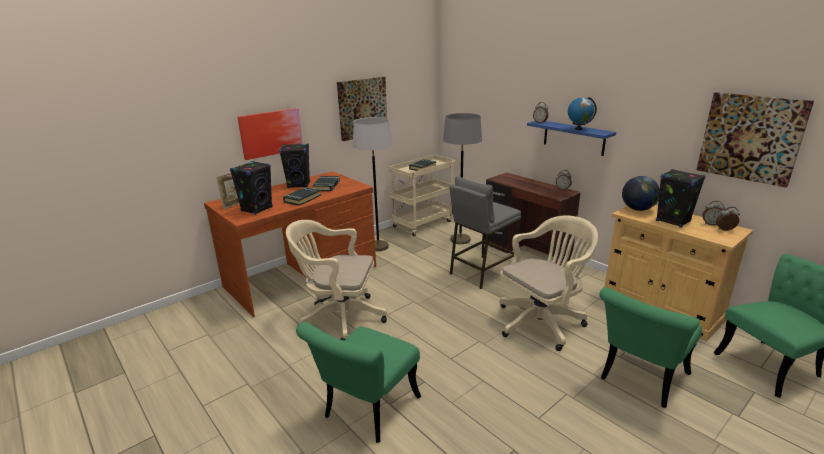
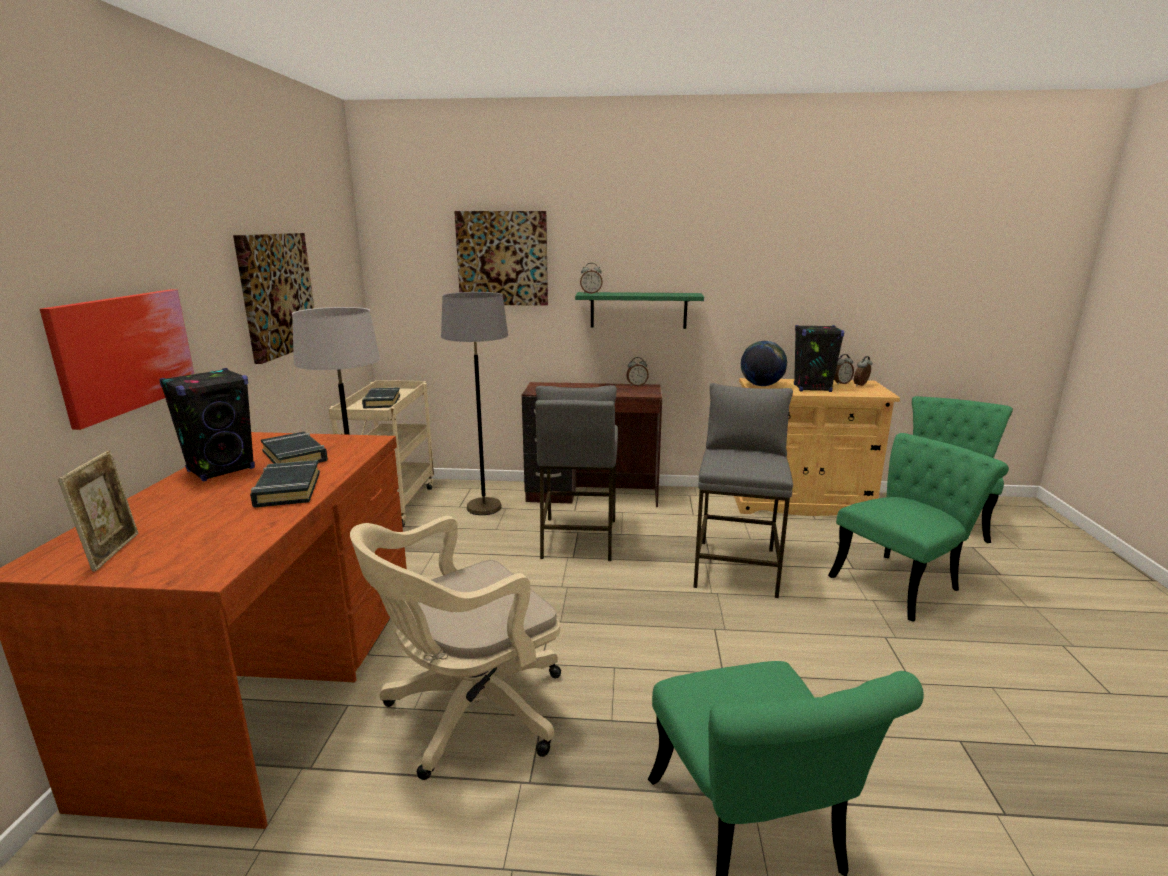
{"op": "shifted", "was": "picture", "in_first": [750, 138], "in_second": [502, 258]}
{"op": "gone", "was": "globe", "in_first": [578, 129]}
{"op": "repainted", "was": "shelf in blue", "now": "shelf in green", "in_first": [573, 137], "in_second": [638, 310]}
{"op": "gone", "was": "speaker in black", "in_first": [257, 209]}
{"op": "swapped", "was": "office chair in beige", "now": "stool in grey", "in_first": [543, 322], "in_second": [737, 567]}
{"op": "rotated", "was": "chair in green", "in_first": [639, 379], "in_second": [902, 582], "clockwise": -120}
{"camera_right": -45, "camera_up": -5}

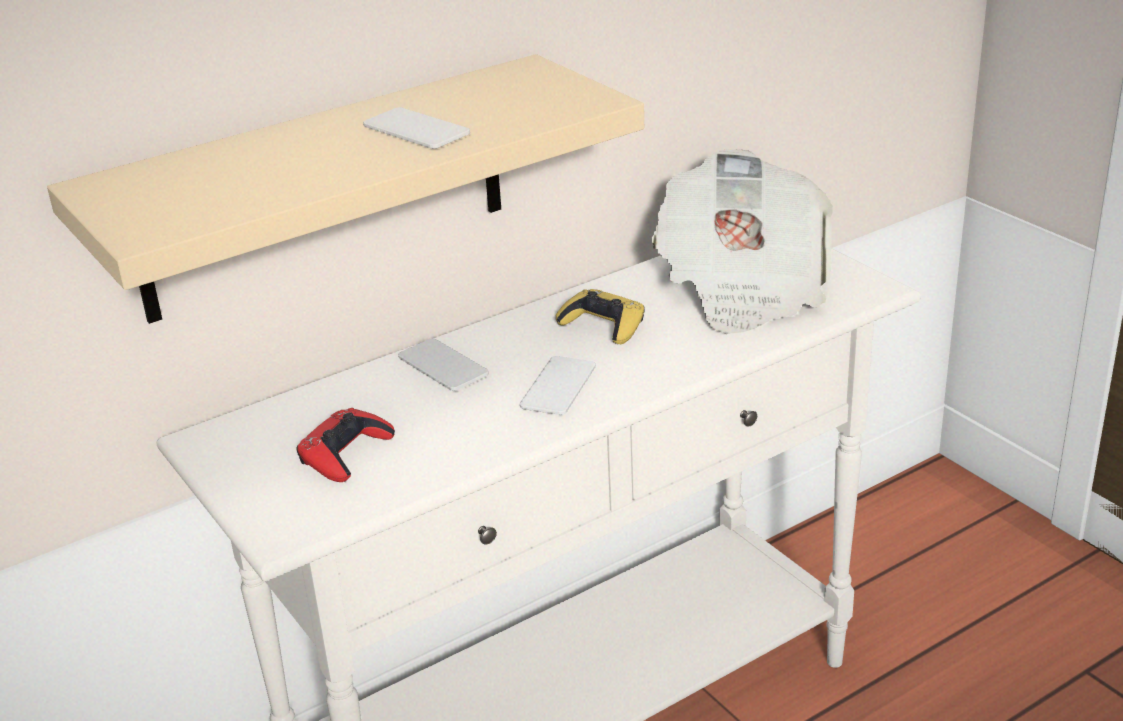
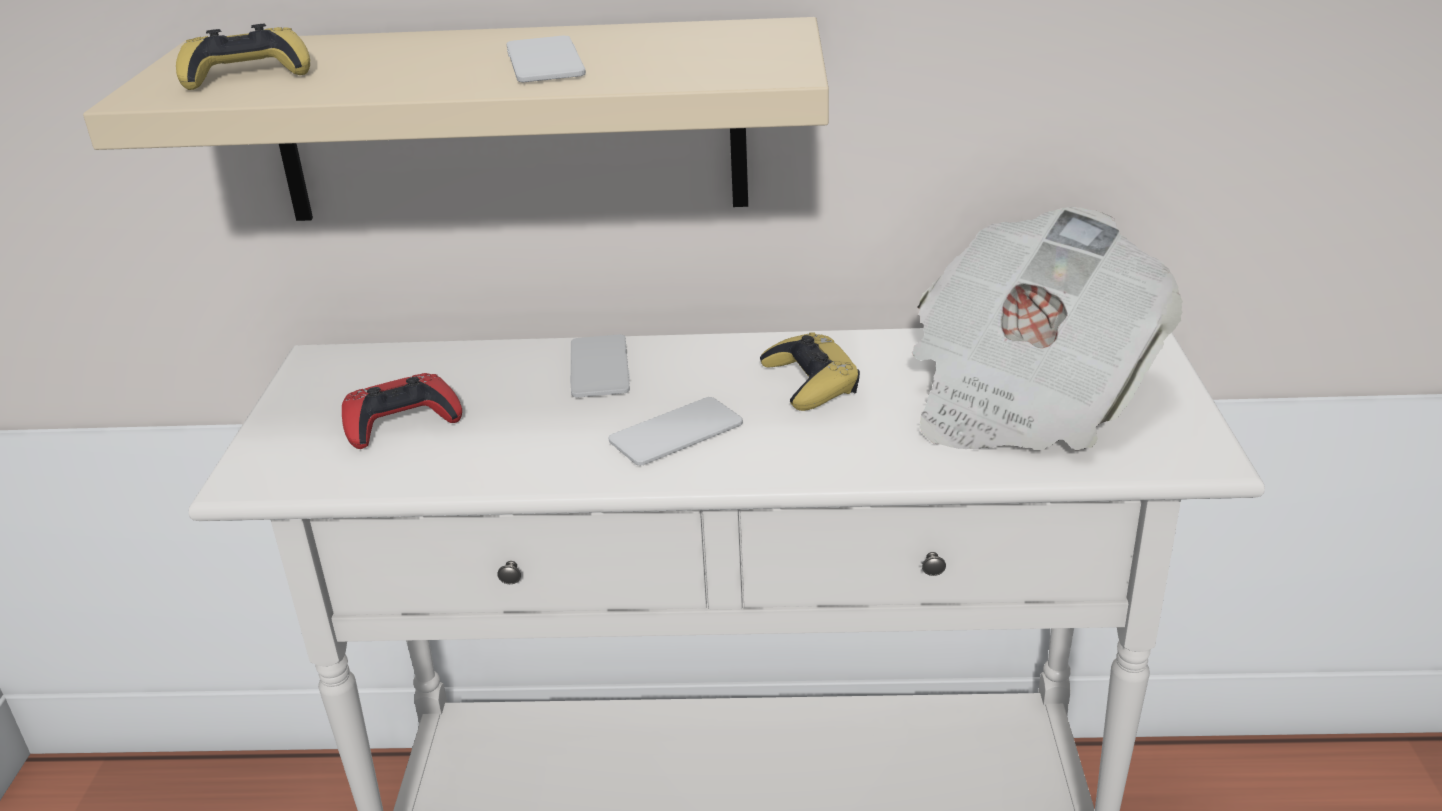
{"op": "new", "now": "game controller in yellow", "in_second": [246, 74]}
{"camera_right": 35, "camera_up": 0}

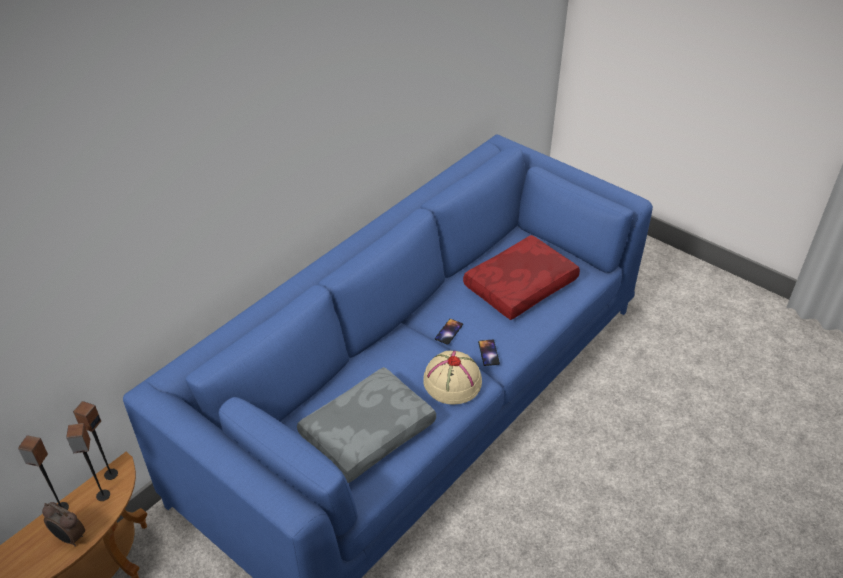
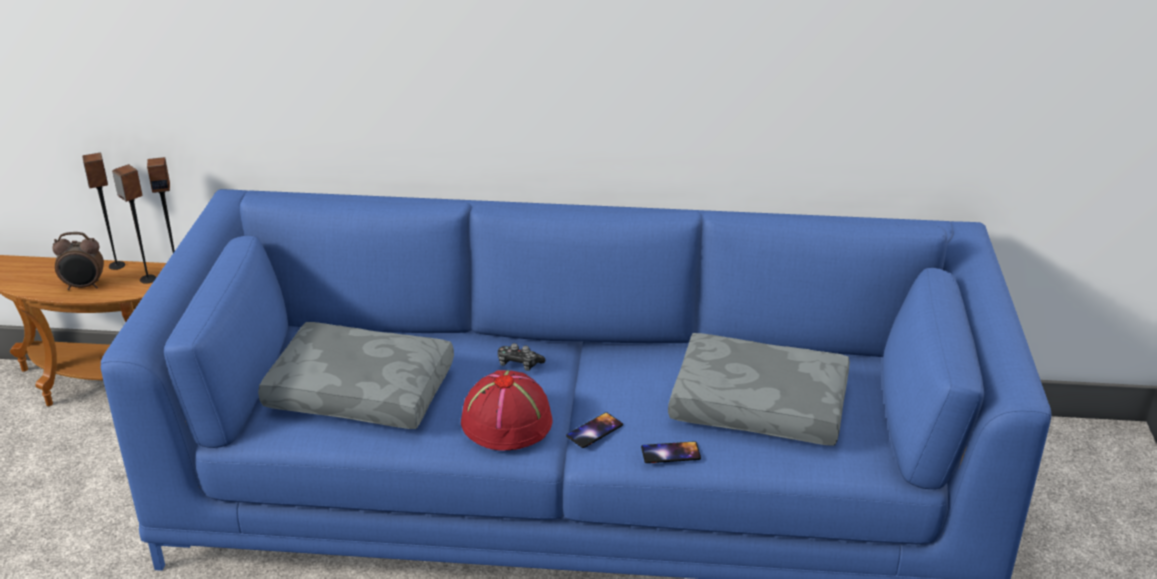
{"op": "repainted", "was": "pillow in red", "now": "pillow in grey", "in_first": [521, 287], "in_second": [756, 407]}
{"op": "shifted", "was": "phone", "in_first": [448, 332], "in_second": [670, 453]}
{"op": "repainted", "was": "hat in beige", "now": "hat in red", "in_first": [451, 382], "in_second": [507, 421]}
{"op": "rotated", "was": "alarm clock", "in_first": [70, 538], "in_second": [84, 286], "clockwise": -90}
{"op": "new", "now": "game controller", "in_second": [519, 364]}
{"camera_right": 55, "camera_up": -10}

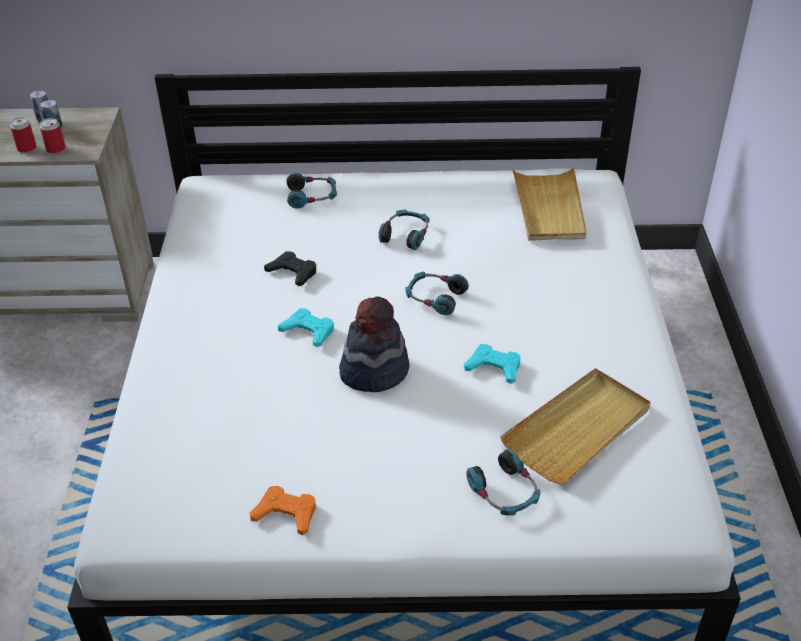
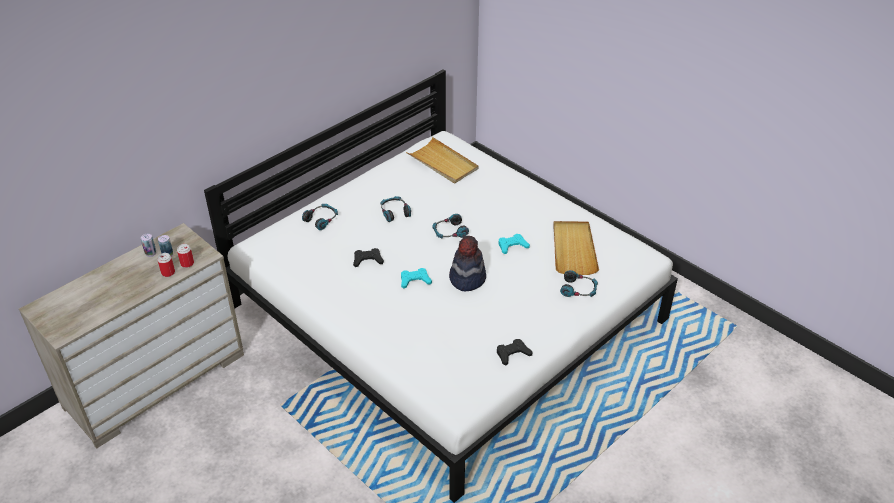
{"op": "repainted", "was": "game controller in orange", "now": "game controller in black", "in_first": [286, 514], "in_second": [512, 354]}
{"camera_right": -45, "camera_up": 0}

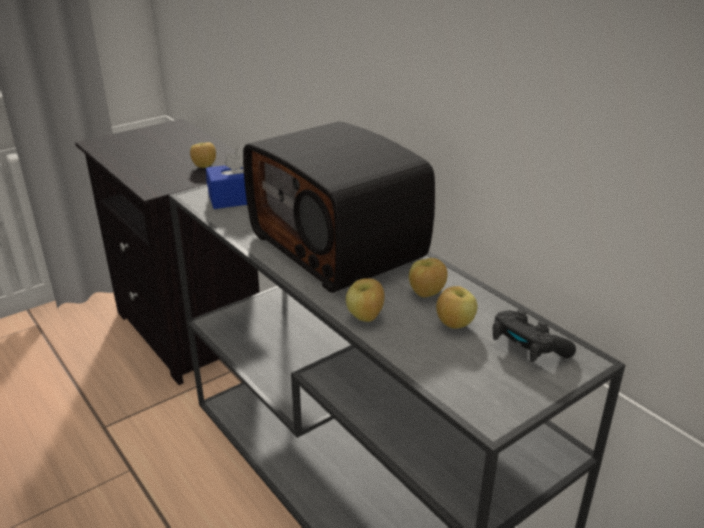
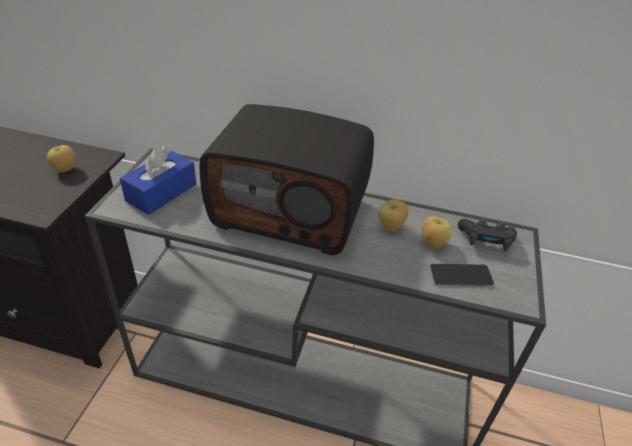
{"op": "gone", "was": "apple", "in_first": [365, 317]}
{"op": "new", "now": "phone", "in_second": [461, 276]}
{"camera_right": -40, "camera_up": 10}

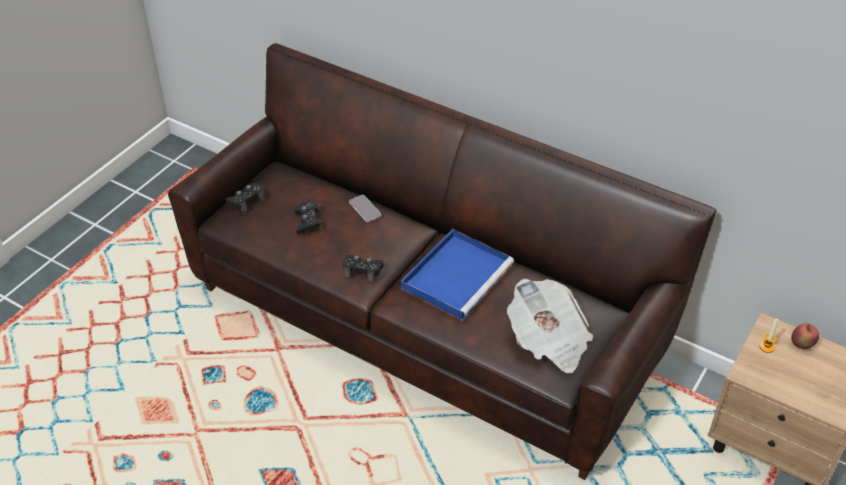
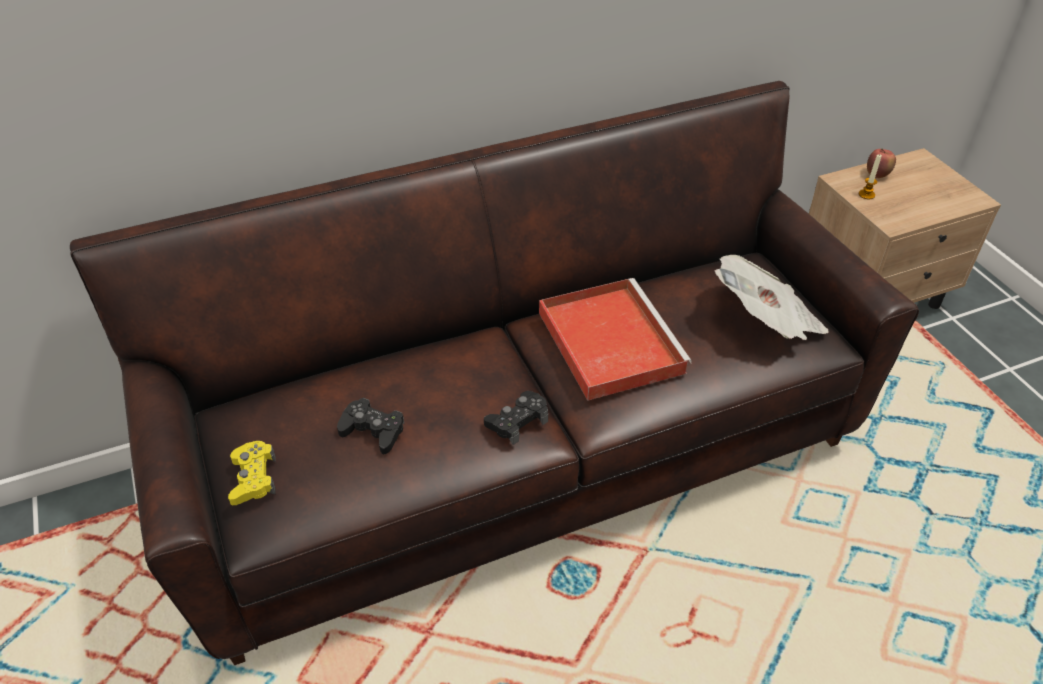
{"op": "repainted", "was": "game controller in black", "now": "game controller in yellow", "in_first": [246, 200], "in_second": [253, 478]}
{"op": "gone", "was": "phone", "in_first": [365, 209]}
{"op": "repainted", "was": "tray in blue", "now": "tray in red", "in_first": [457, 276], "in_second": [608, 340]}
{"camera_right": -55, "camera_up": 0}

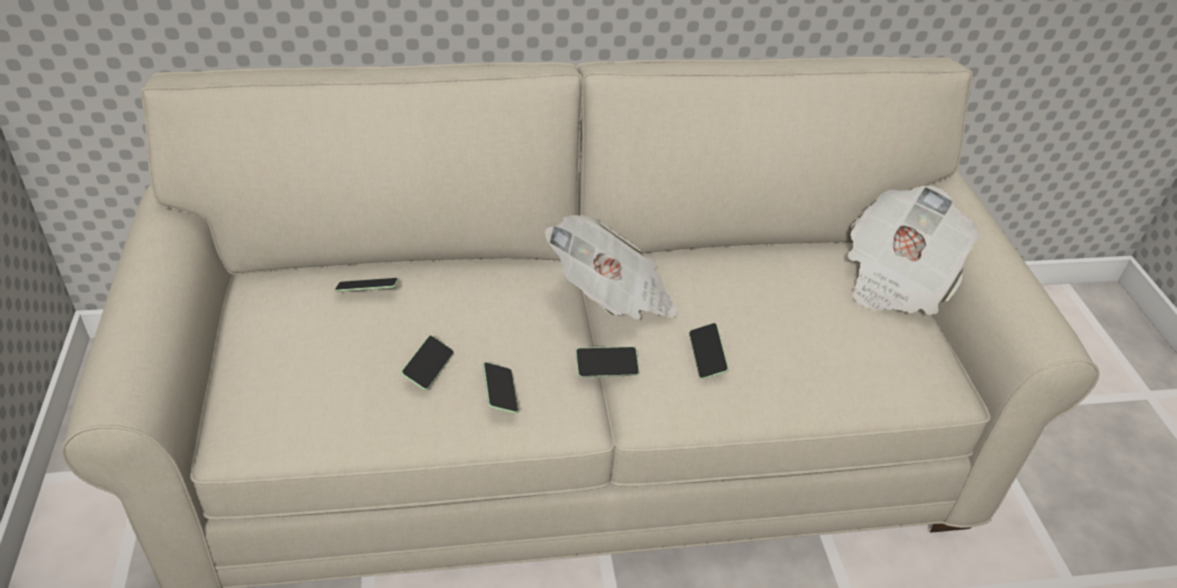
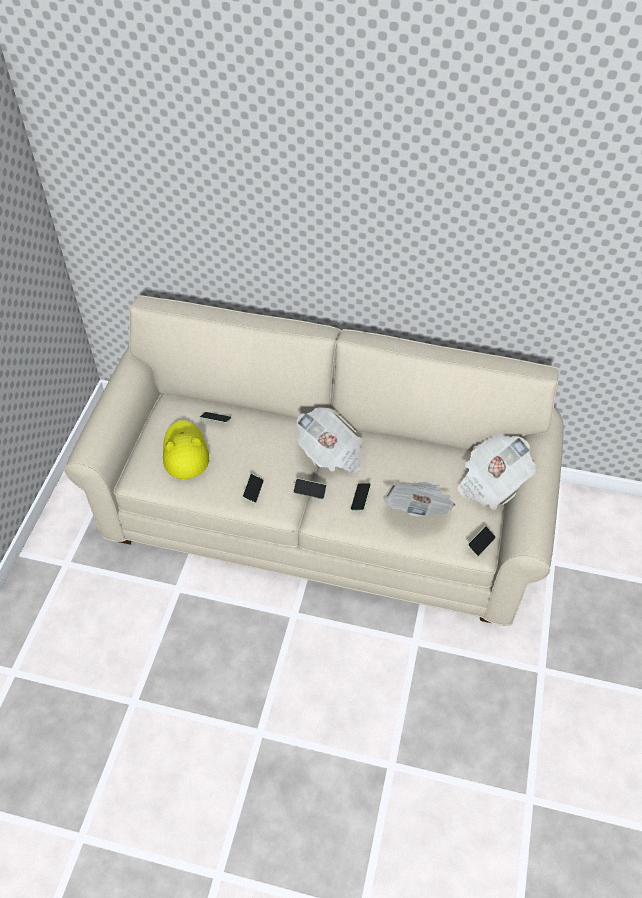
{"op": "shifted", "was": "phone", "in_first": [428, 369], "in_second": [480, 543]}
{"op": "new", "now": "hat in yellow", "in_second": [184, 452]}
{"op": "new", "now": "newspaper", "in_second": [418, 508]}
{"camera_right": 25, "camera_up": 10}

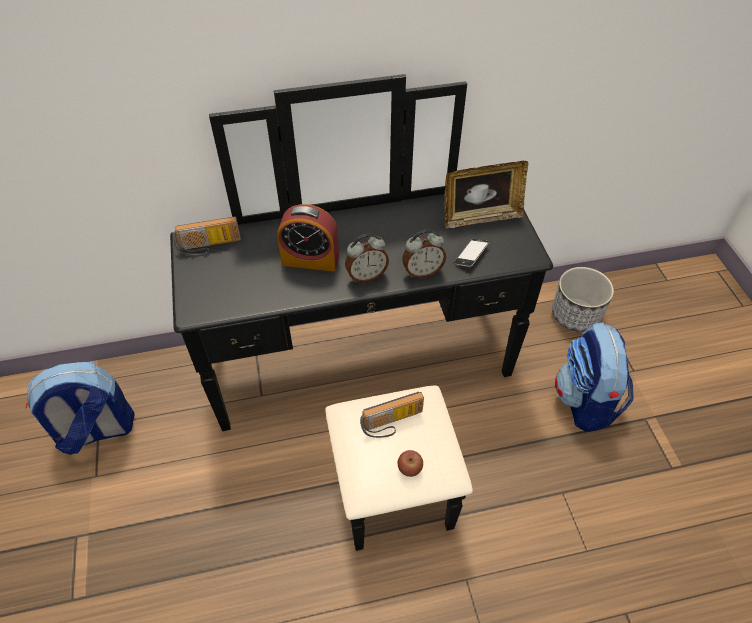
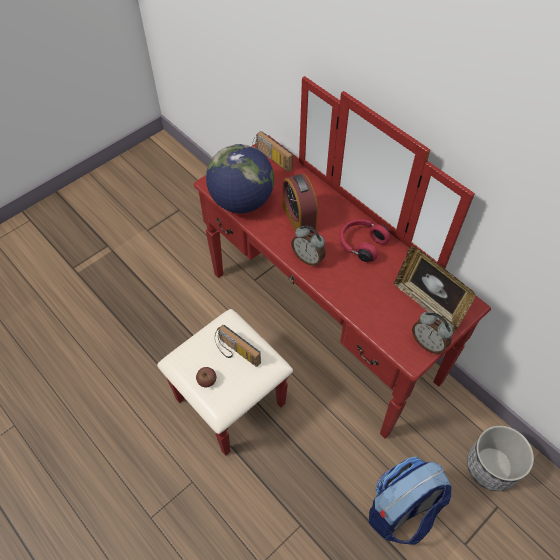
{"op": "repainted", "was": "dresser in black", "now": "dresser in red", "in_first": [369, 389], "in_second": [303, 342]}
{"op": "shifted", "was": "alarm clock", "in_first": [422, 271], "in_second": [428, 343]}
{"op": "gone", "was": "phone", "in_first": [471, 255]}
{"op": "gone", "was": "backpack", "in_first": [96, 432]}
{"op": "new", "now": "globe", "in_second": [242, 201]}
{"op": "new", "now": "headphones in red", "in_second": [361, 244]}
{"camera_right": 60, "camera_up": 5}

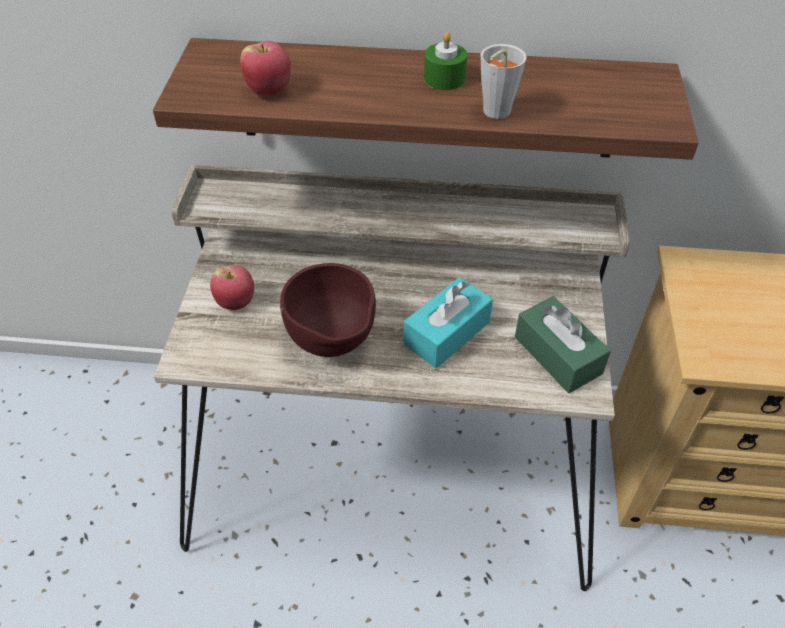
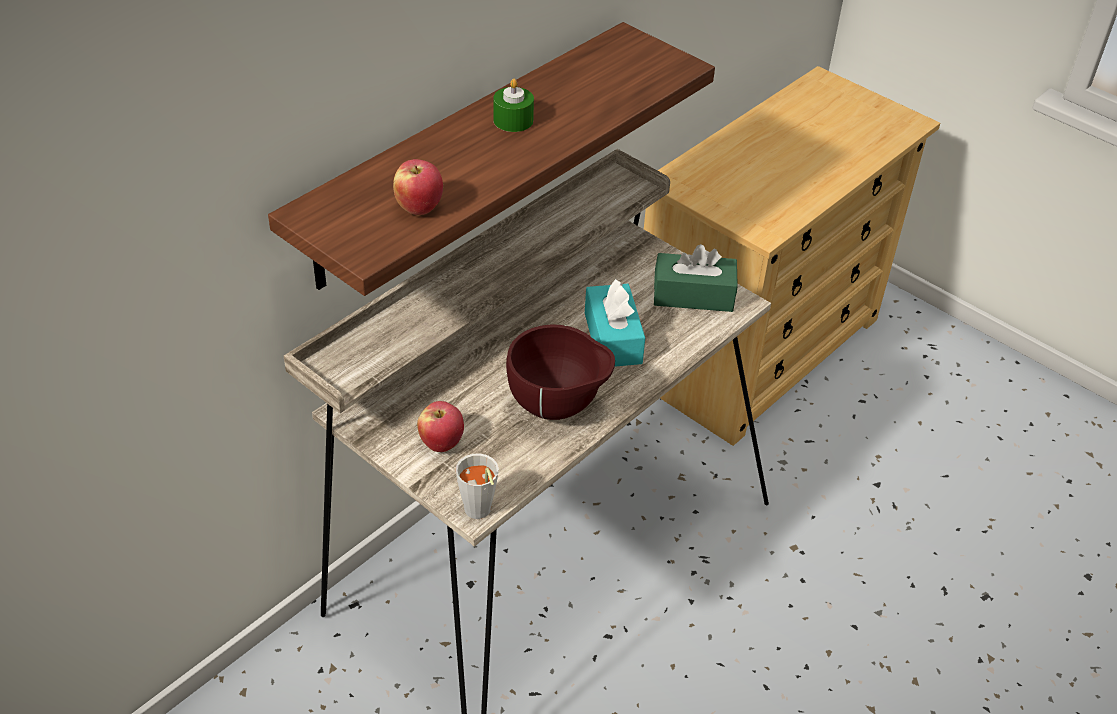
{"op": "shifted", "was": "cup in grey", "in_first": [493, 114], "in_second": [479, 513]}
{"camera_right": -55, "camera_up": -5}

